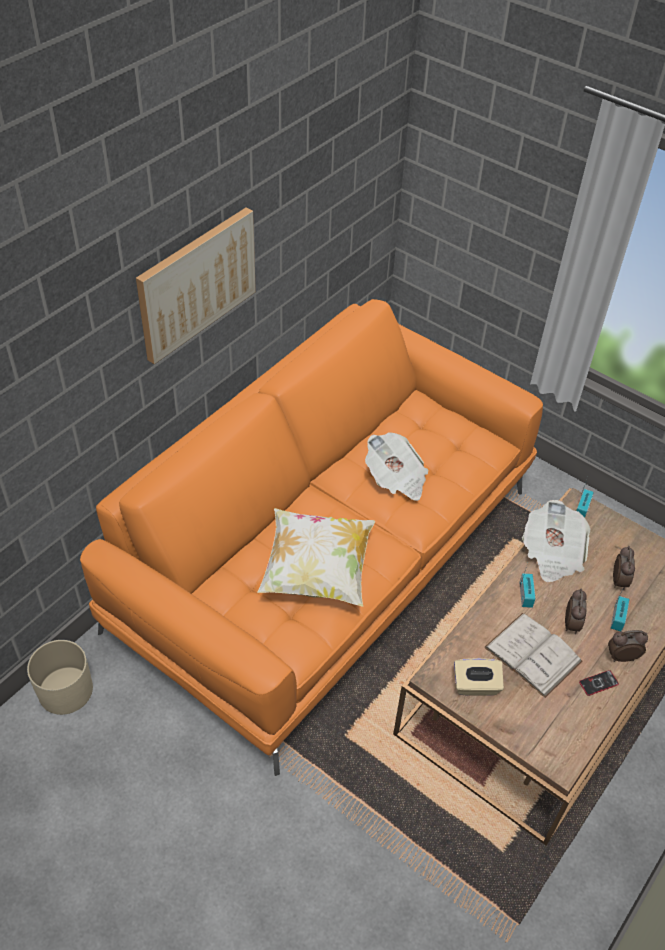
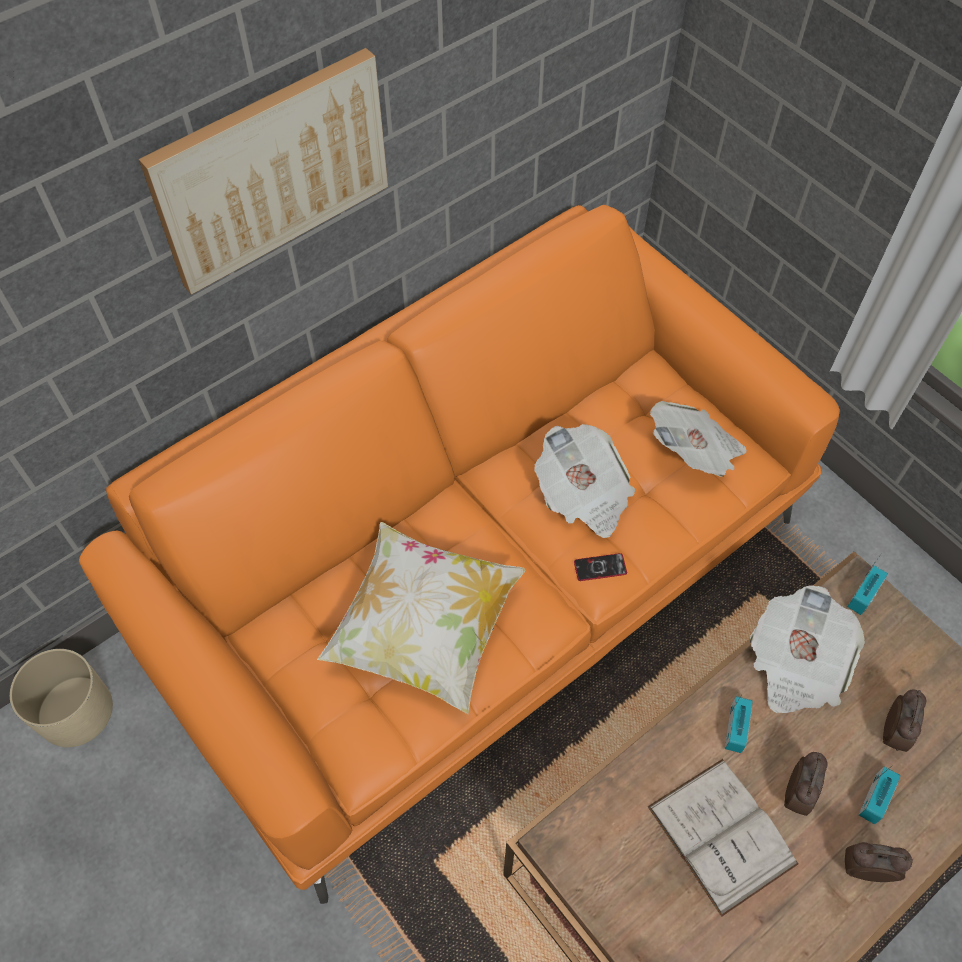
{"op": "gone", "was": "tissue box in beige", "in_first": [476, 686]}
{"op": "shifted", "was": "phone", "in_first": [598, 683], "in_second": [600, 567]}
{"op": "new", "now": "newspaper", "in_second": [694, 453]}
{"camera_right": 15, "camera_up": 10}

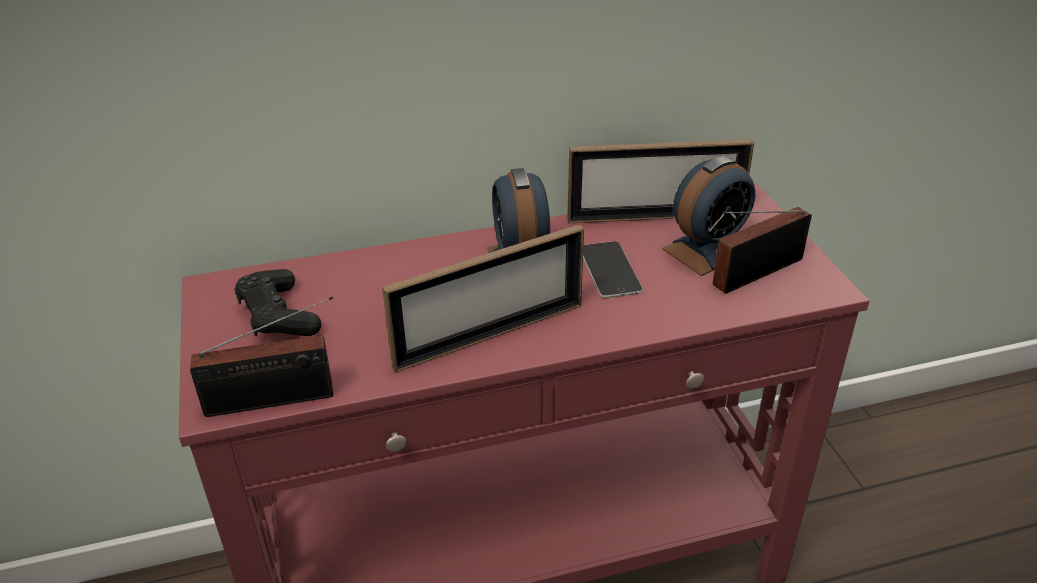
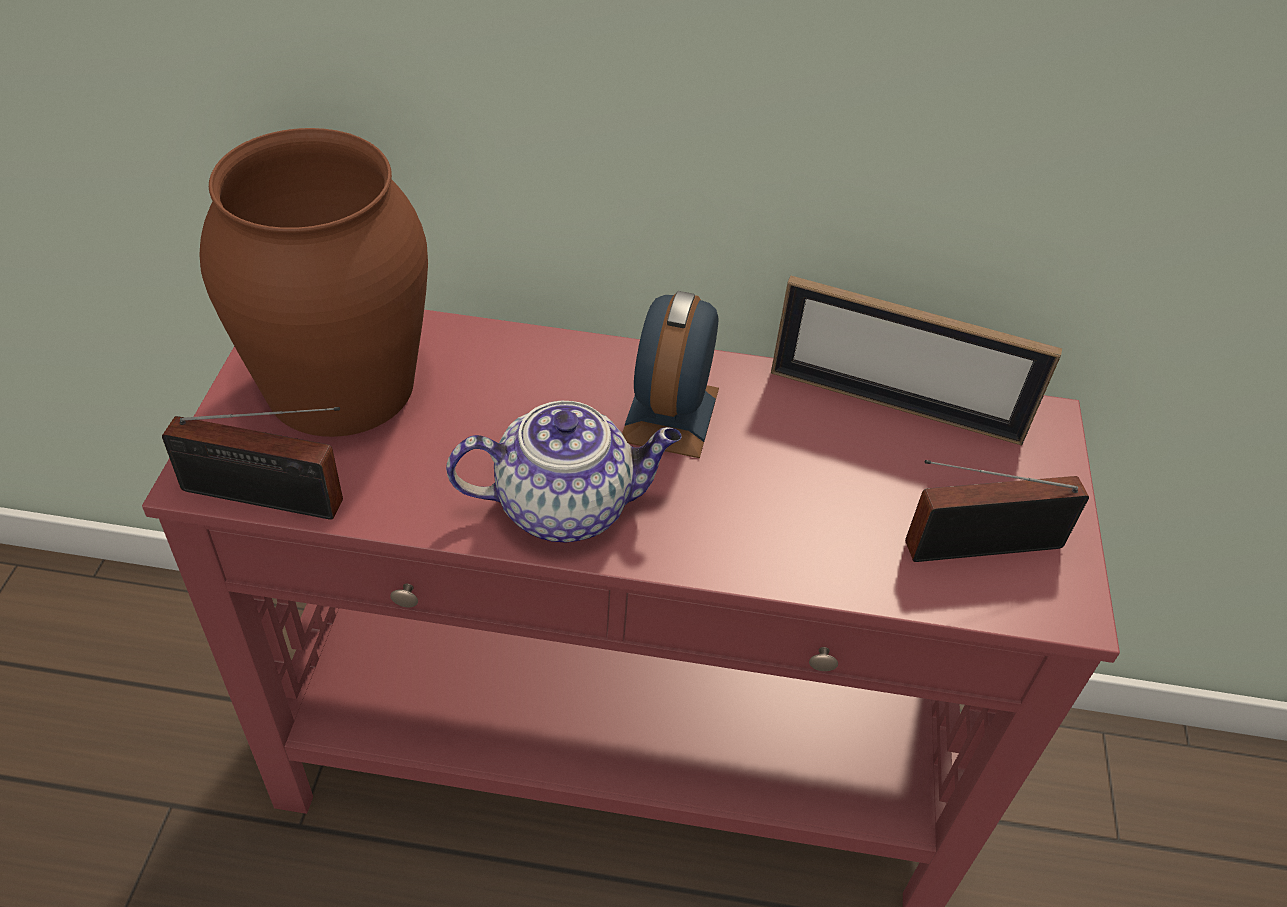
{"op": "gone", "was": "alarm clock", "in_first": [707, 250]}
{"op": "swapped", "was": "picture frame", "now": "teapot", "in_first": [490, 335], "in_second": [566, 506]}
{"op": "gone", "was": "phone", "in_first": [609, 269]}
{"op": "swapped", "was": "game controller in black", "now": "vase in brown", "in_first": [278, 316], "in_second": [339, 383]}
{"camera_right": 20, "camera_up": 10}

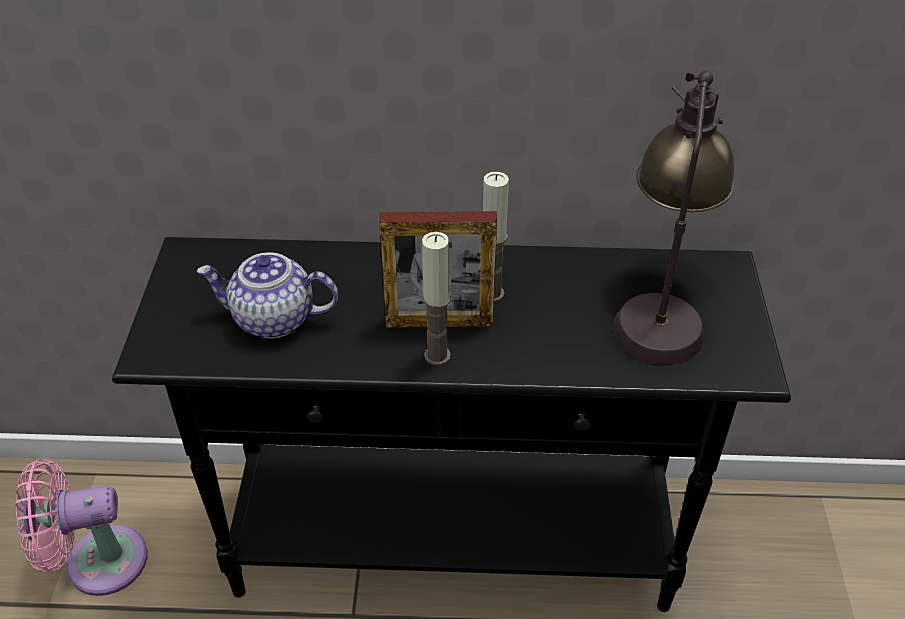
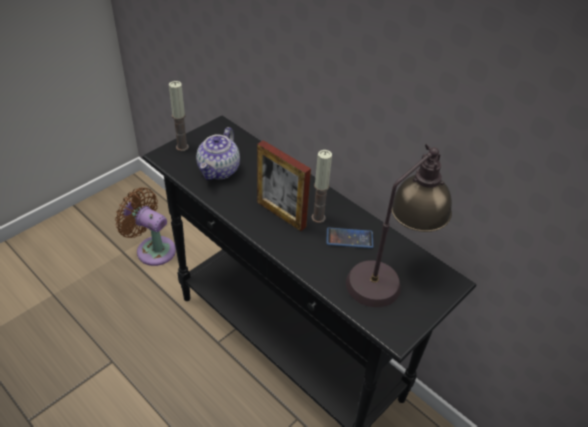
{"op": "shifted", "was": "candle", "in_first": [437, 355], "in_second": [182, 147]}
{"op": "rotated", "was": "teapot", "in_first": [272, 319], "in_second": [219, 170], "clockwise": -120}
{"op": "repainted", "was": "fan in pink", "now": "fan in brown", "in_first": [97, 562], "in_second": [152, 249]}
{"op": "new", "now": "phone", "in_second": [349, 238]}
{"camera_right": 40, "camera_up": 0}

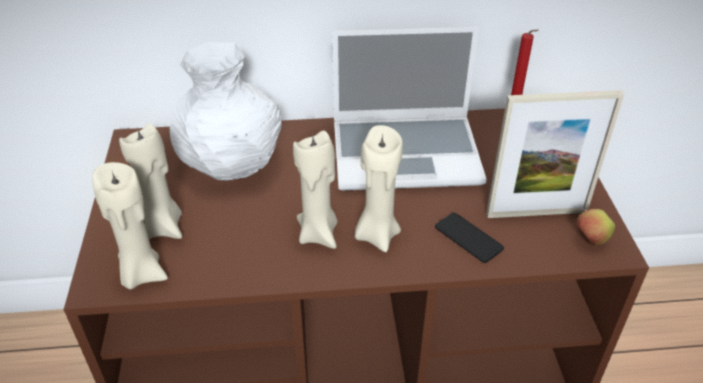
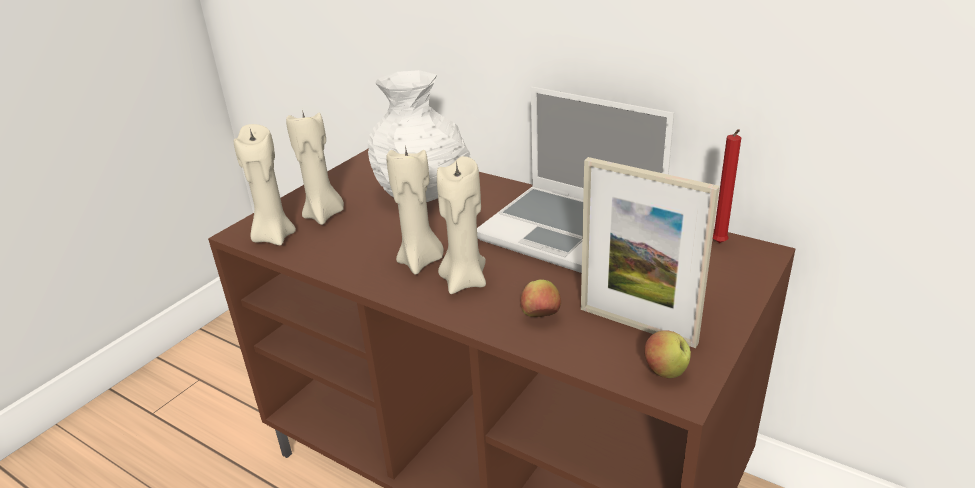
{"op": "swapped", "was": "phone", "now": "apple", "in_first": [468, 238], "in_second": [540, 316]}
{"camera_right": 40, "camera_up": -10}

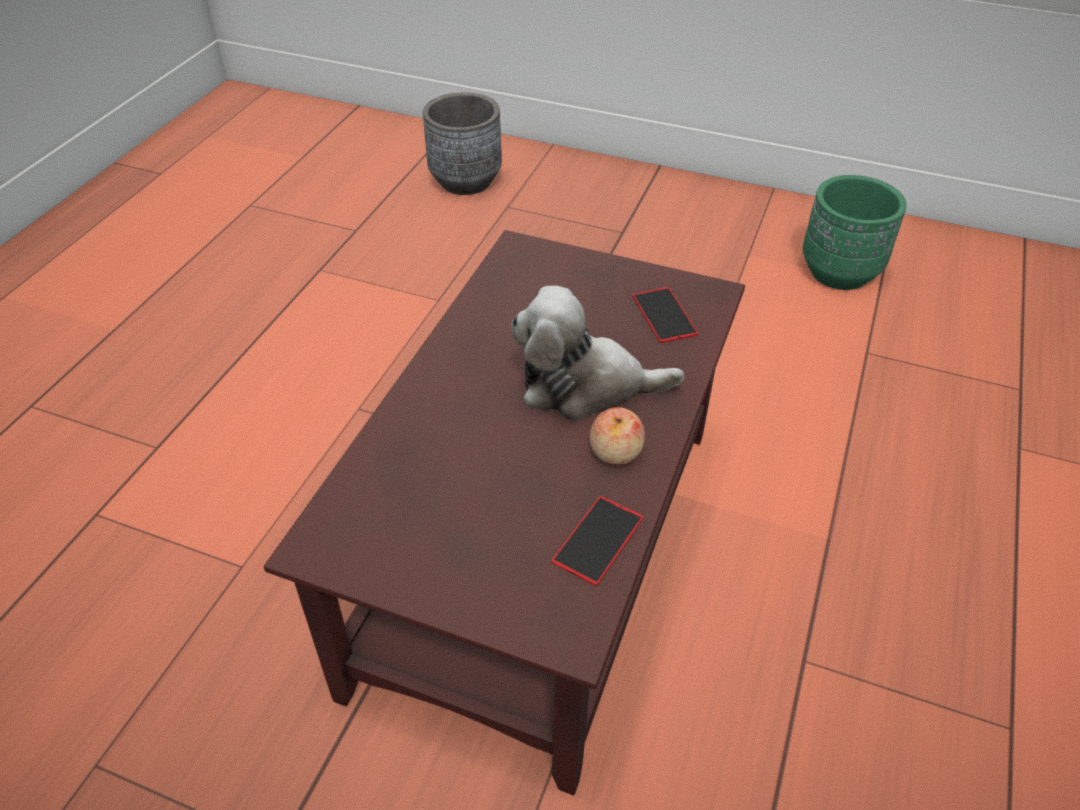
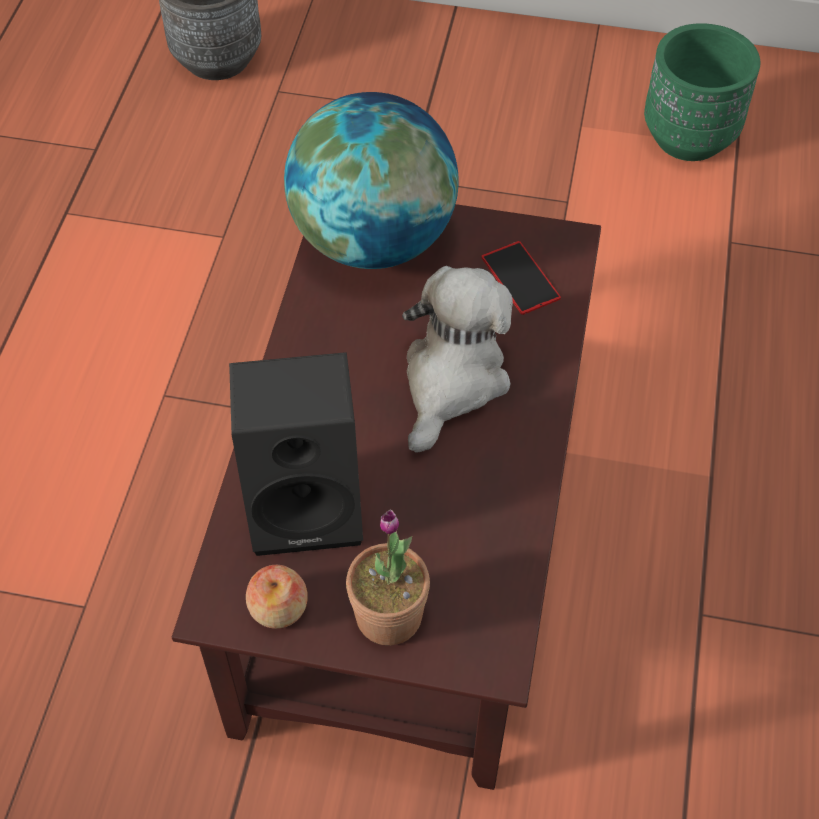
{"op": "rotated", "was": "plush toy", "in_first": [585, 386], "in_second": [452, 380], "clockwise": 120}
{"op": "shifted", "was": "apple", "in_first": [615, 451], "in_second": [278, 607]}
{"op": "gone", "was": "phone", "in_first": [598, 539]}
{"op": "new", "now": "globe", "in_second": [374, 240]}
{"op": "new", "now": "speaker in black", "in_second": [308, 503]}
{"op": "new", "now": "potted plant", "in_second": [389, 615]}
{"camera_right": -10, "camera_up": 10}

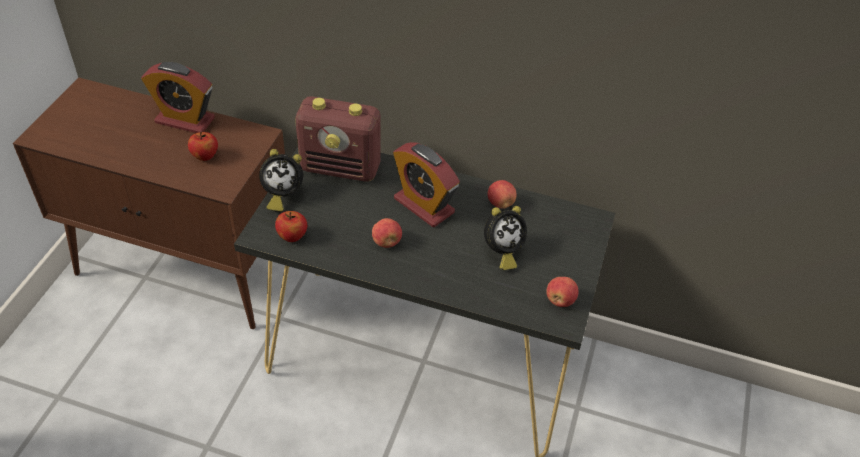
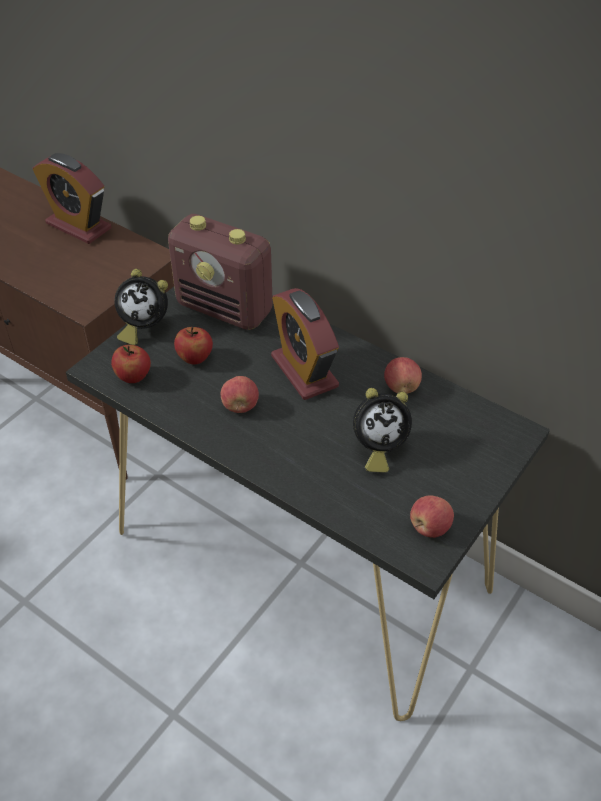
{"op": "shifted", "was": "apple", "in_first": [205, 156], "in_second": [195, 358]}
{"camera_right": 20, "camera_up": 0}

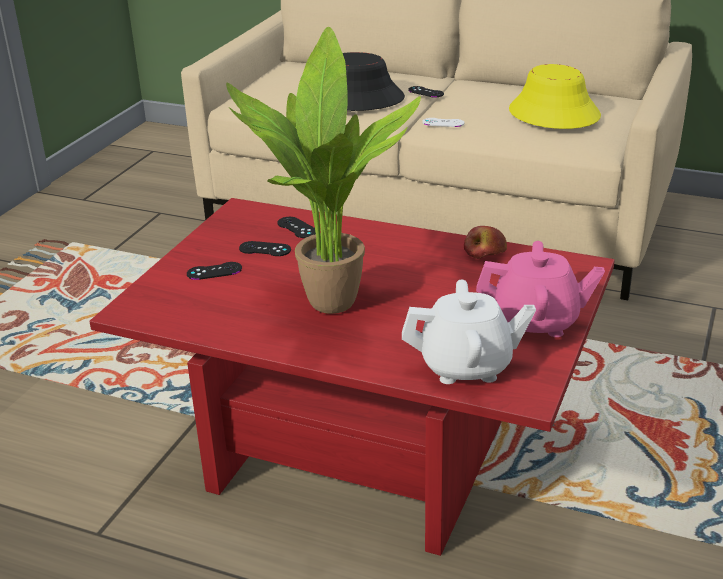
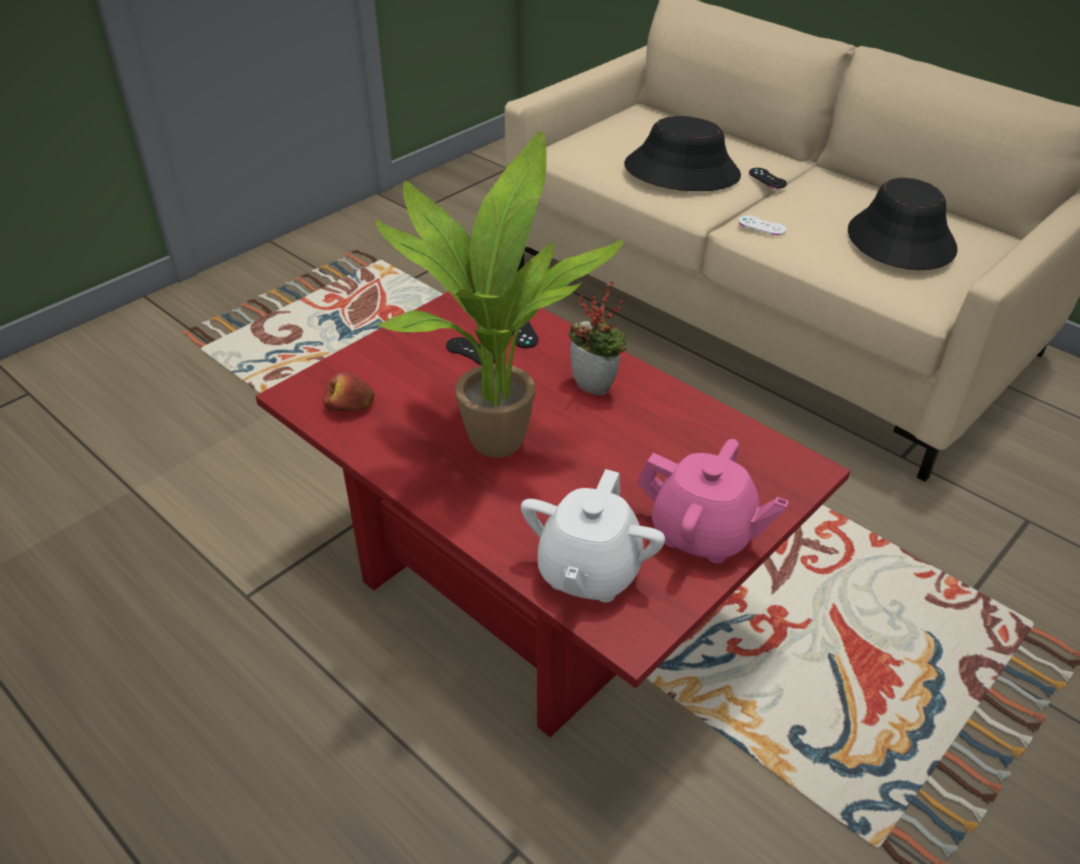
{"op": "repainted", "was": "hat in yellow", "now": "hat in black", "in_first": [553, 114], "in_second": [900, 241]}
{"op": "shifted", "was": "apple", "in_first": [485, 254], "in_second": [349, 405]}
{"op": "gone", "was": "game controller in black", "in_first": [214, 271]}
{"op": "rotated", "was": "teapot in white", "in_first": [466, 366], "in_second": [588, 572], "clockwise": 90}
{"op": "new", "now": "potted plant", "in_second": [597, 385]}
{"camera_right": 20, "camera_up": 10}

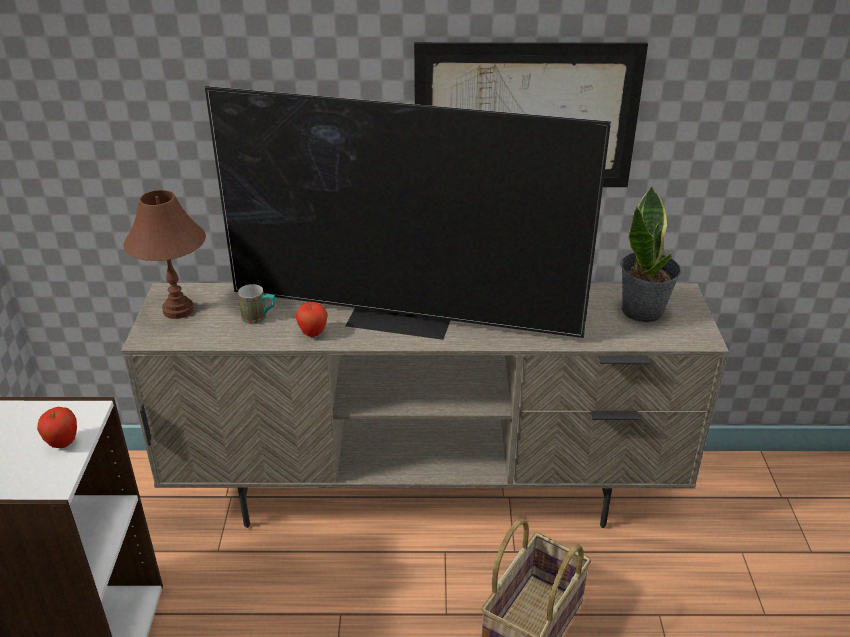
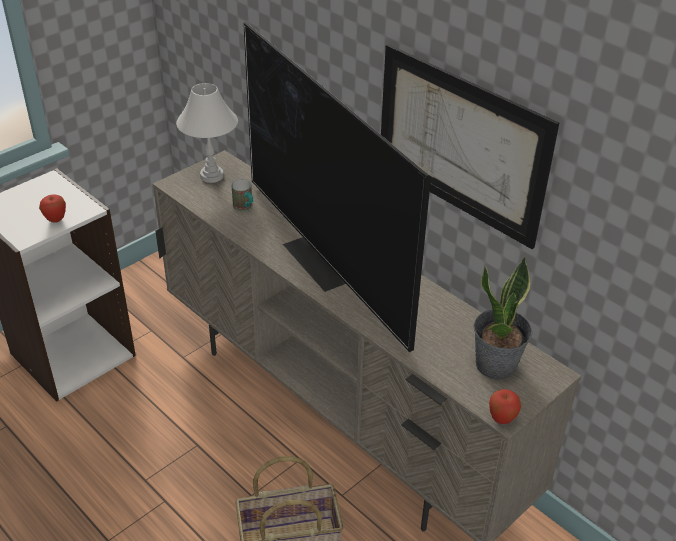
{"op": "repainted", "was": "table lamp in brown", "now": "table lamp in white", "in_first": [178, 309], "in_second": [212, 176]}
{"op": "shifted", "was": "apple", "in_first": [313, 334], "in_second": [502, 419]}
{"camera_right": 45, "camera_up": 5}

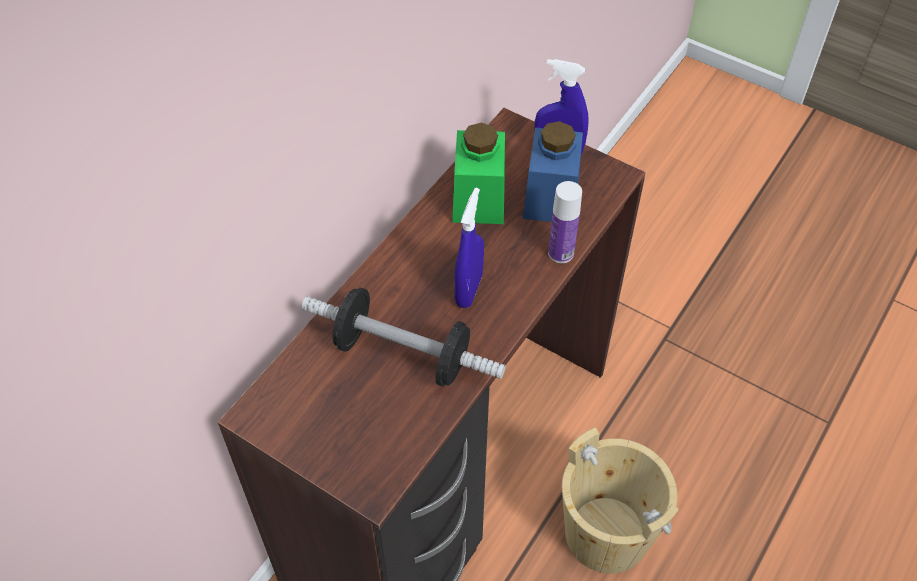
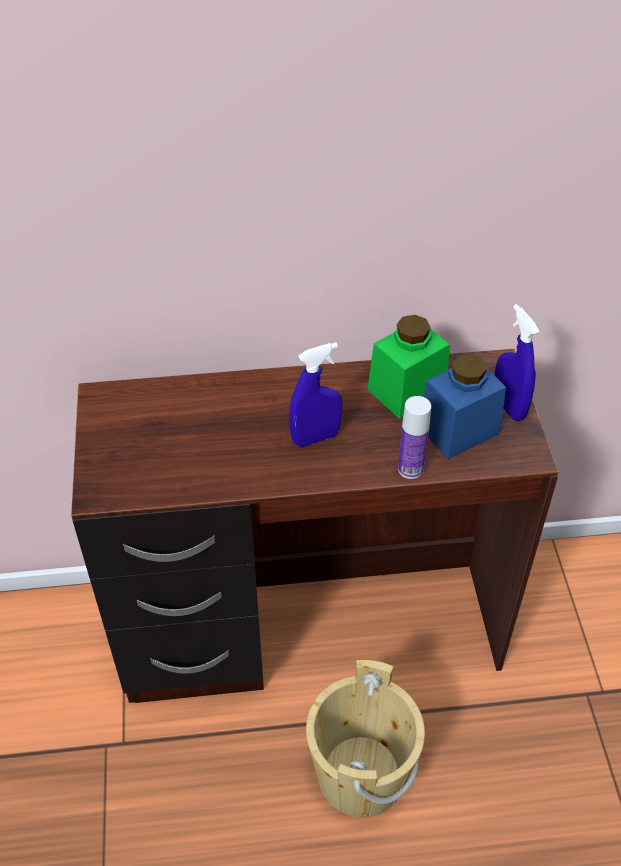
{"op": "gone", "was": "dumbbell", "in_first": [403, 354]}
{"camera_right": 50, "camera_up": -5}

